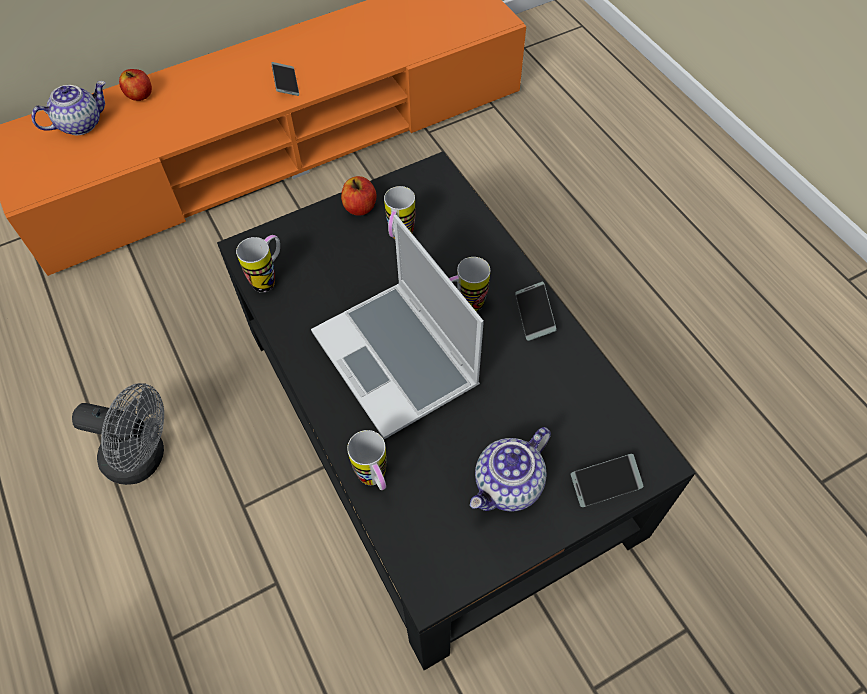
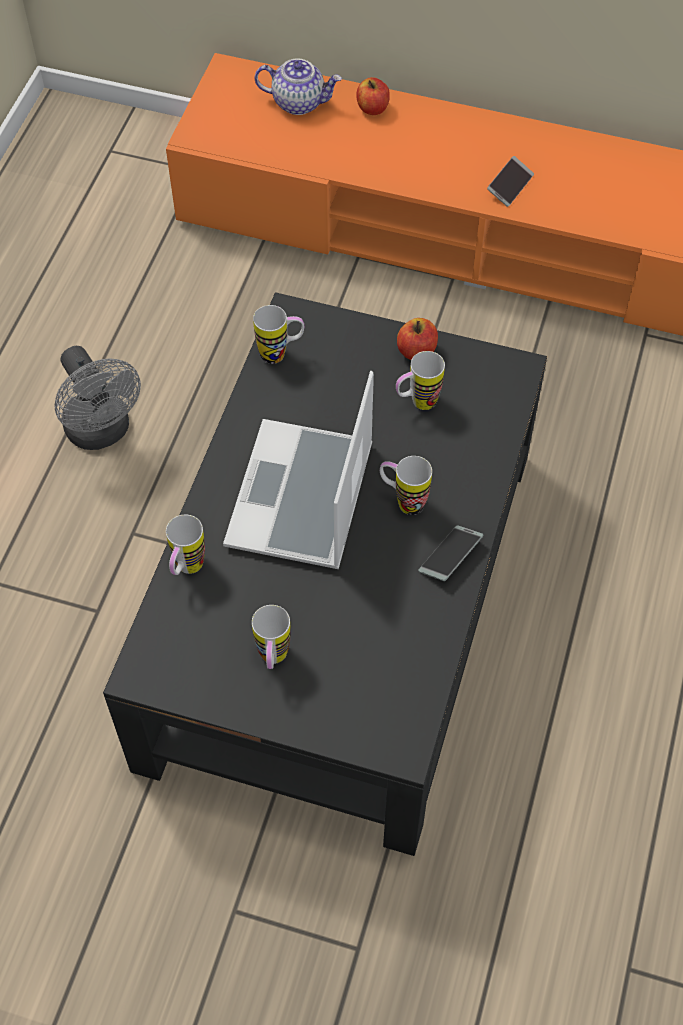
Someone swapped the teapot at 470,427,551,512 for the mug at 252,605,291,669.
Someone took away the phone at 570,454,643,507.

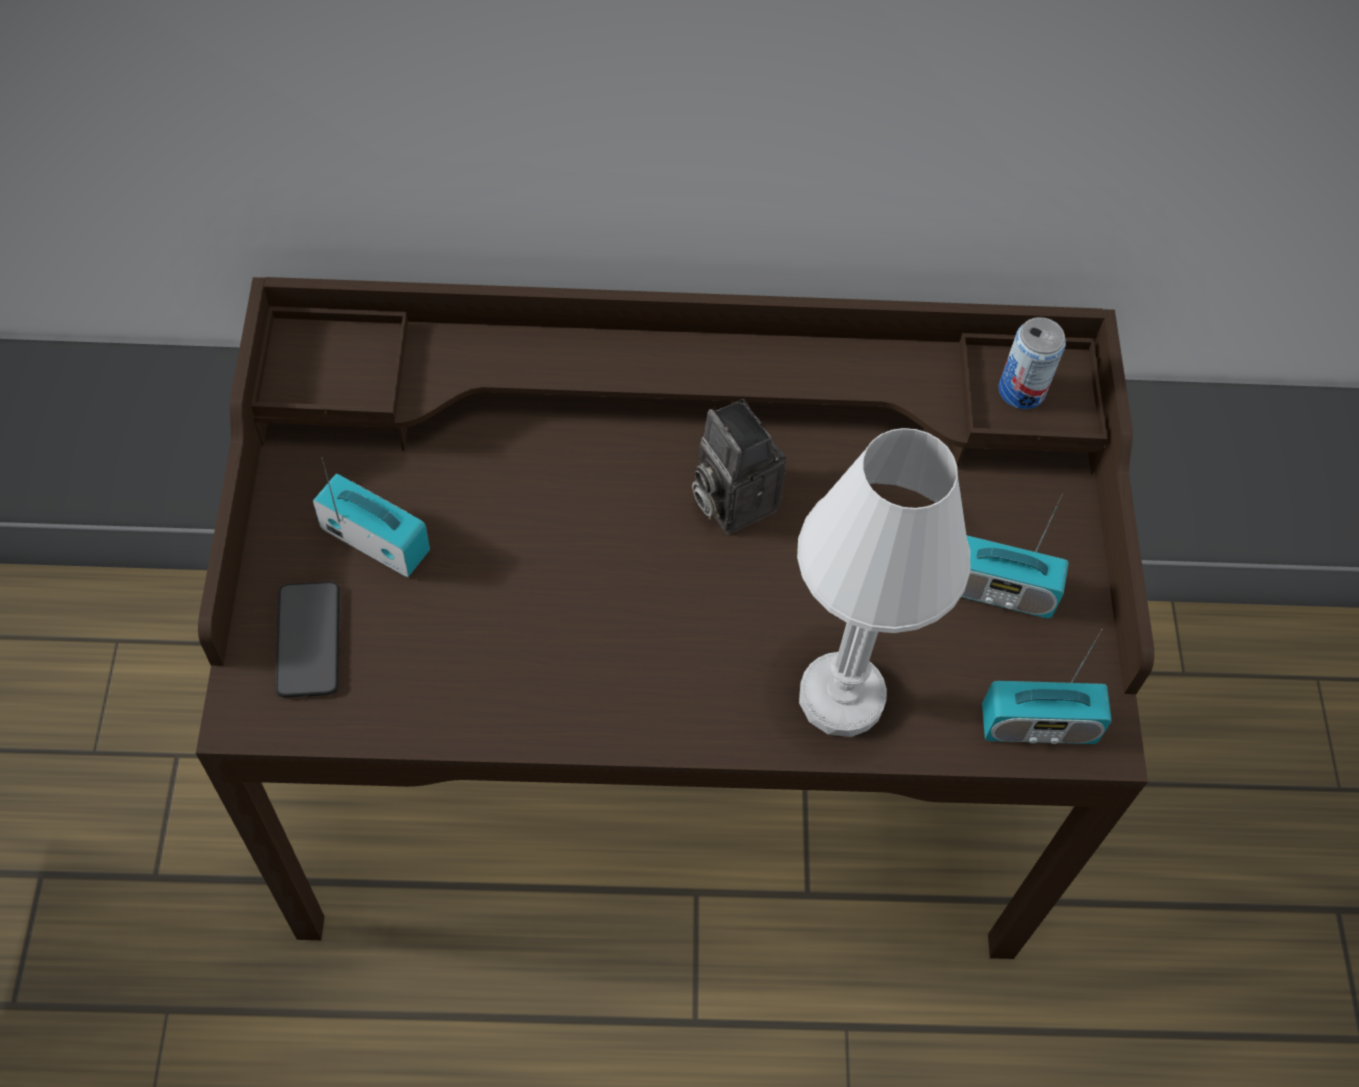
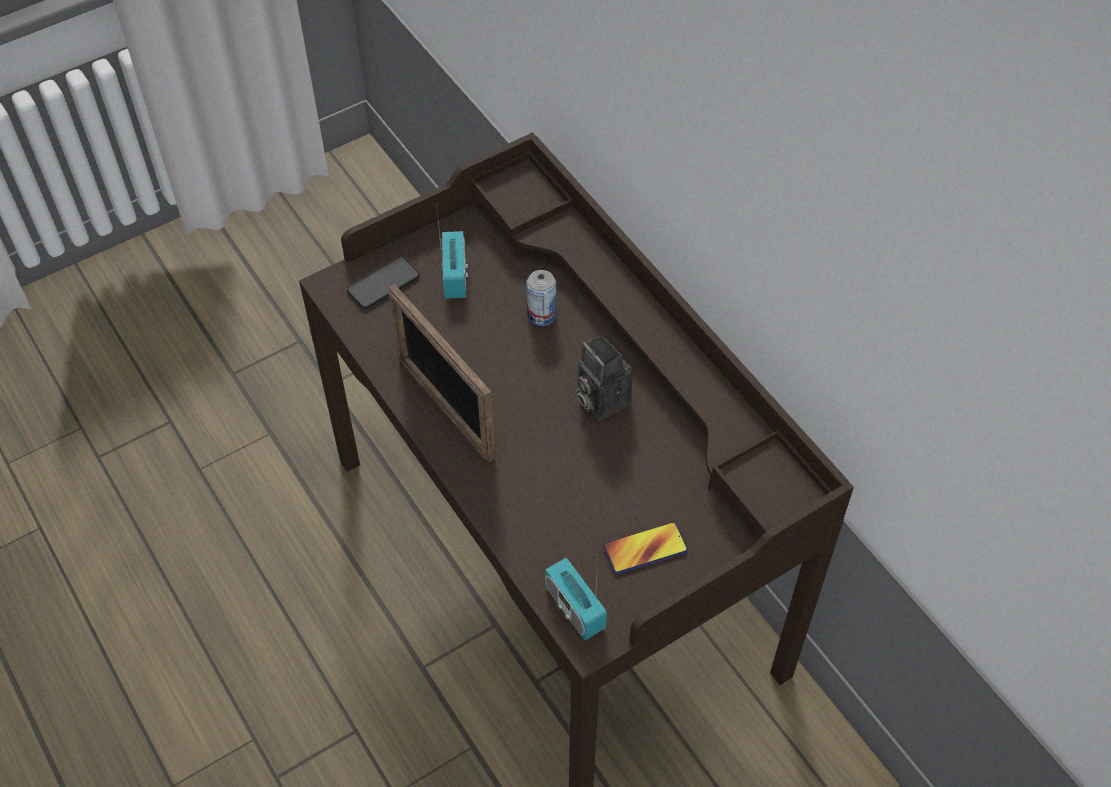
Someone carried the can from 998,317,1066,409 to 526,270,556,326.
Someone rotated the photo camera at 692,399,786,534 by 60 degrees counterclockwise.
Someone took away the white table lamp at 797,428,970,737.
Someone swapped the radio at 961,493,1069,618 for the phone at 603,522,688,574.
Someone put down the picture frame at 388,284,495,462.

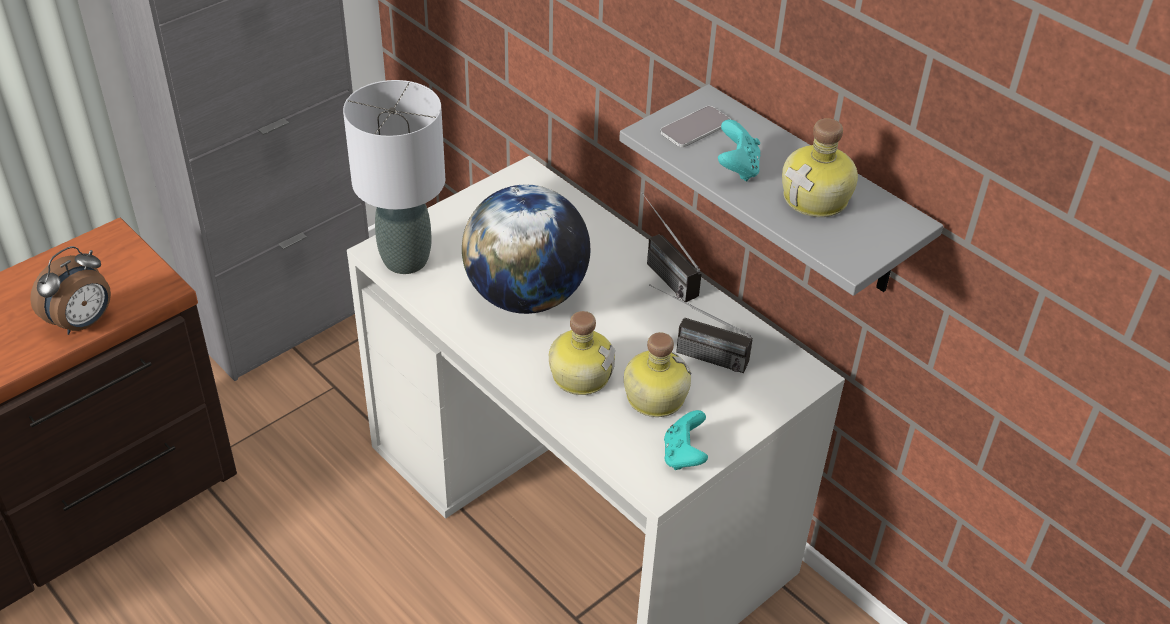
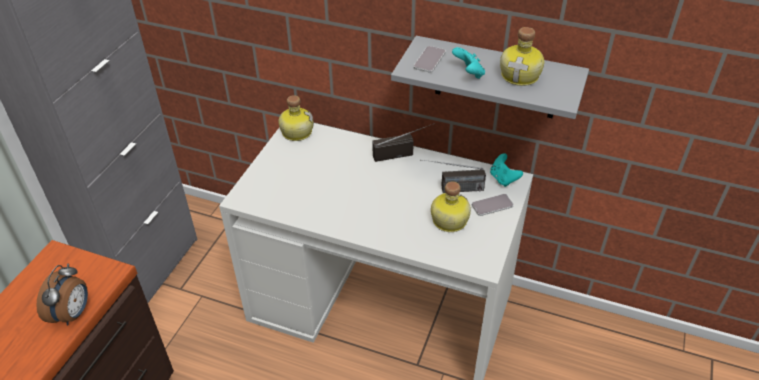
Someone took away the grey table lamp at 343,80,446,274.
Someone took away the globe at 462,184,590,314.
Someone rotated the radio at 642,192,702,302 by 135 degrees clockwise.
Someone carried the bottle from 549,311,615,395 to 278,95,314,141.
Someone carried the turquoise game controller from 664,410,708,470 to 490,153,523,187.
Someone put down the phone at 472,194,514,216.

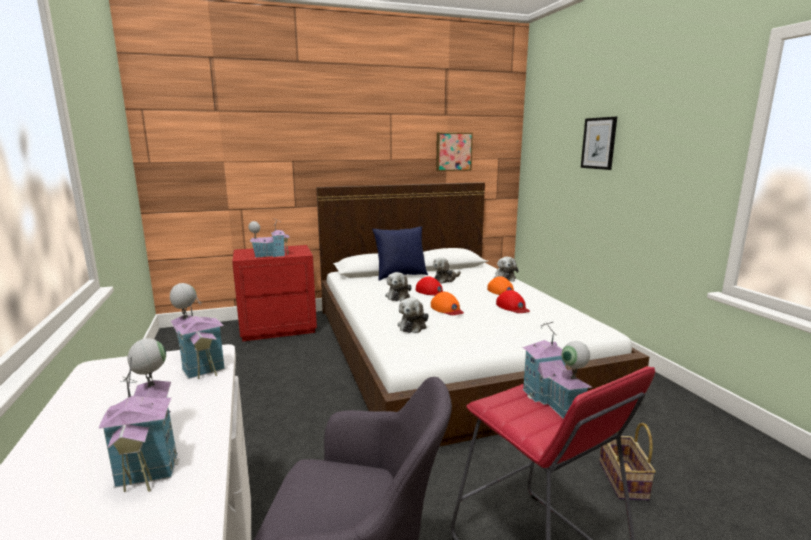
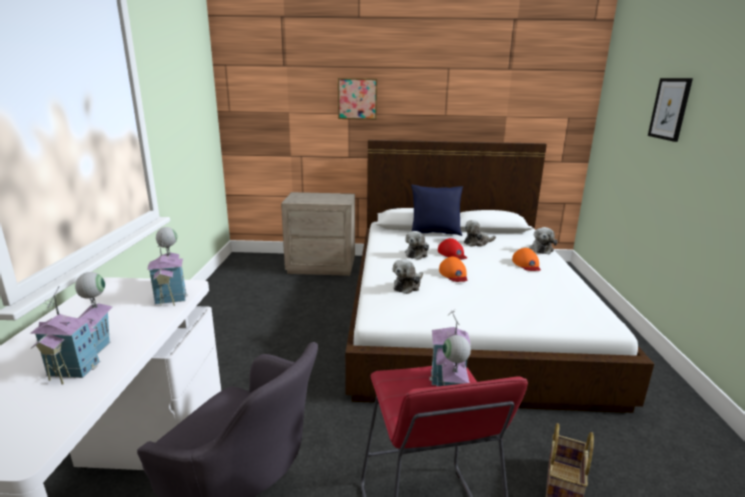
Someone carried the picture from 436,133,473,171 to 338,78,377,120.
Someone took away the toy house at 248,218,290,258.
Someone repainted the red nightstand at 232,245,317,341, which became the beige nightstand at 281,192,355,276.
Someone took away the red cap at 496,290,530,313.

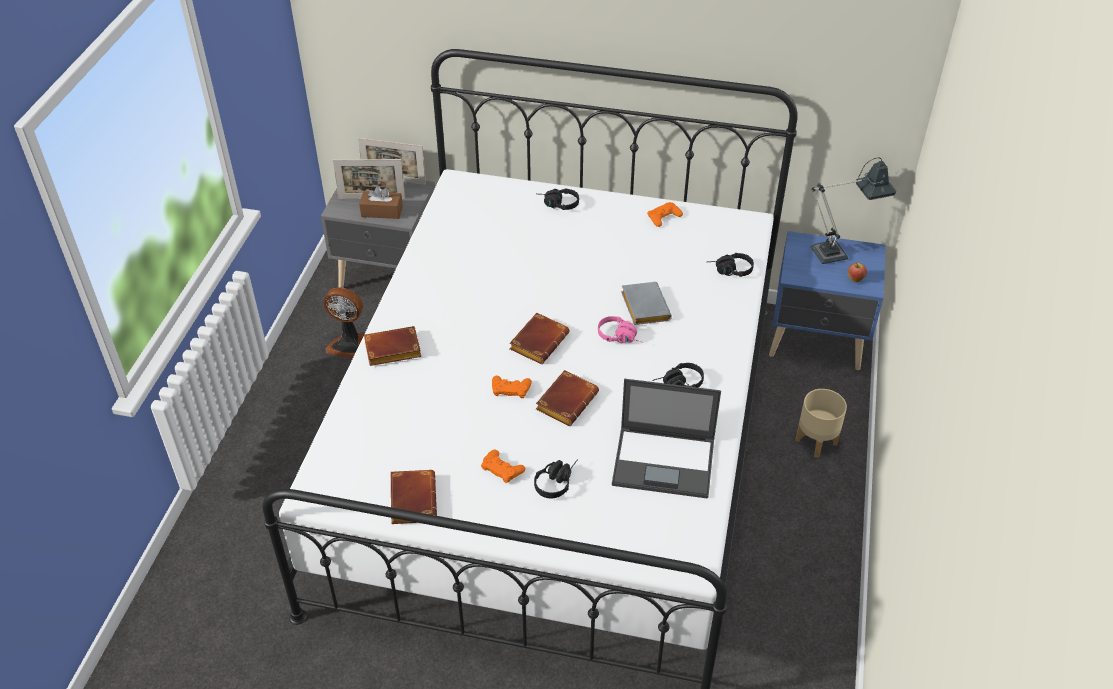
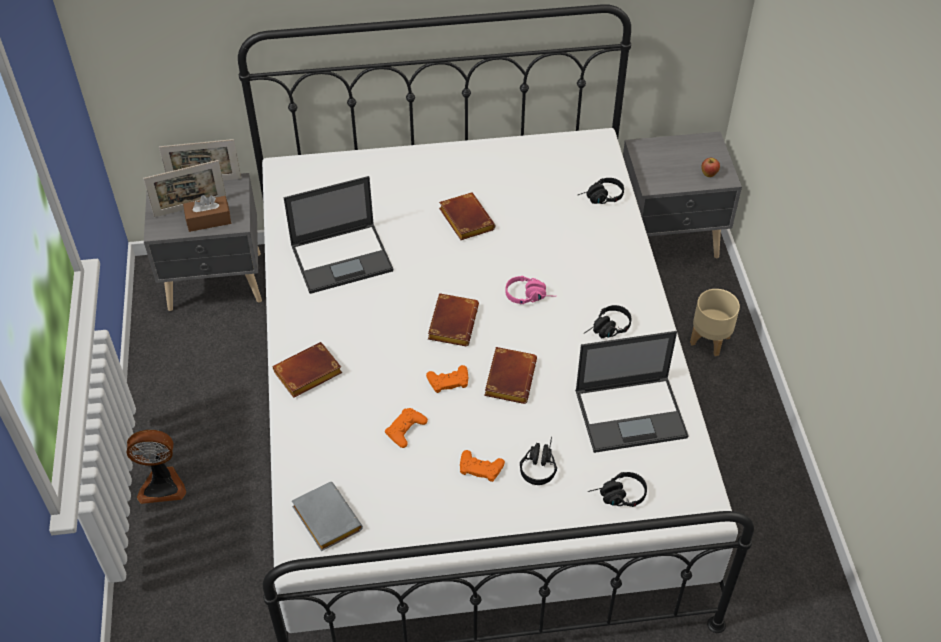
Someone took away the table lamp at 811,158,897,264.
Someone carried the black headphones from 541,188,579,210 to 588,472,647,507.
Someone carried the orange game controller from 647,202,683,227 to 385,408,428,448.
Someone repainted the blue nightstand at 769,231,886,370, which became the grey nightstand at 623,132,742,258.
Someone carried the grey book from 621,282,672,325 to 292,482,363,551.
Someone carried the fan from 323,287,363,358 to 126,430,186,504.
Someone carried the brown book from 391,470,437,524 to 439,193,496,240.
Someone put down the laptop at 284,176,393,294.

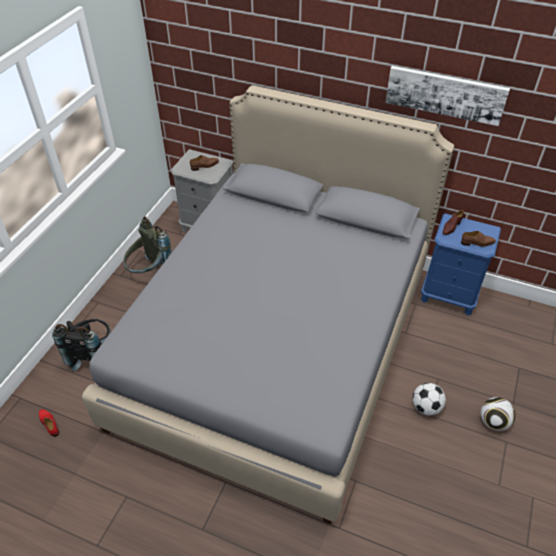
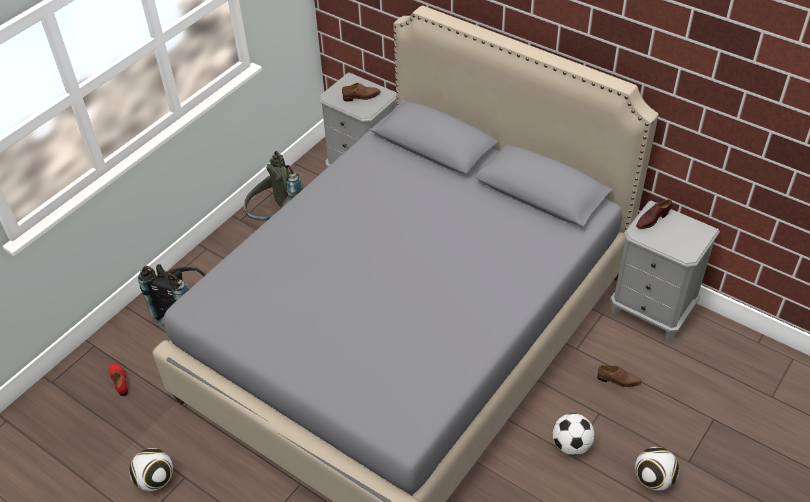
Someone took away the picture at 386,66,510,126.
Someone repainted the blue nightstand at 421,214,501,316, which became the grey nightstand at 610,201,720,341.
Someone carried the brown shoe from 461,231,496,247 to 597,365,642,387.
Someone put down the football at 129,448,173,491.

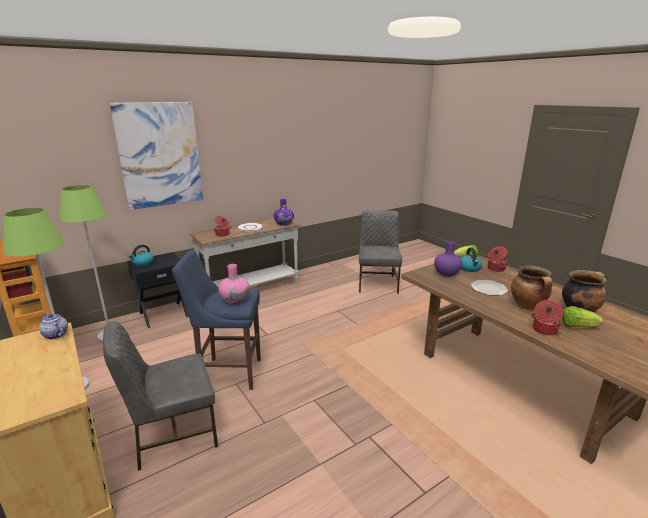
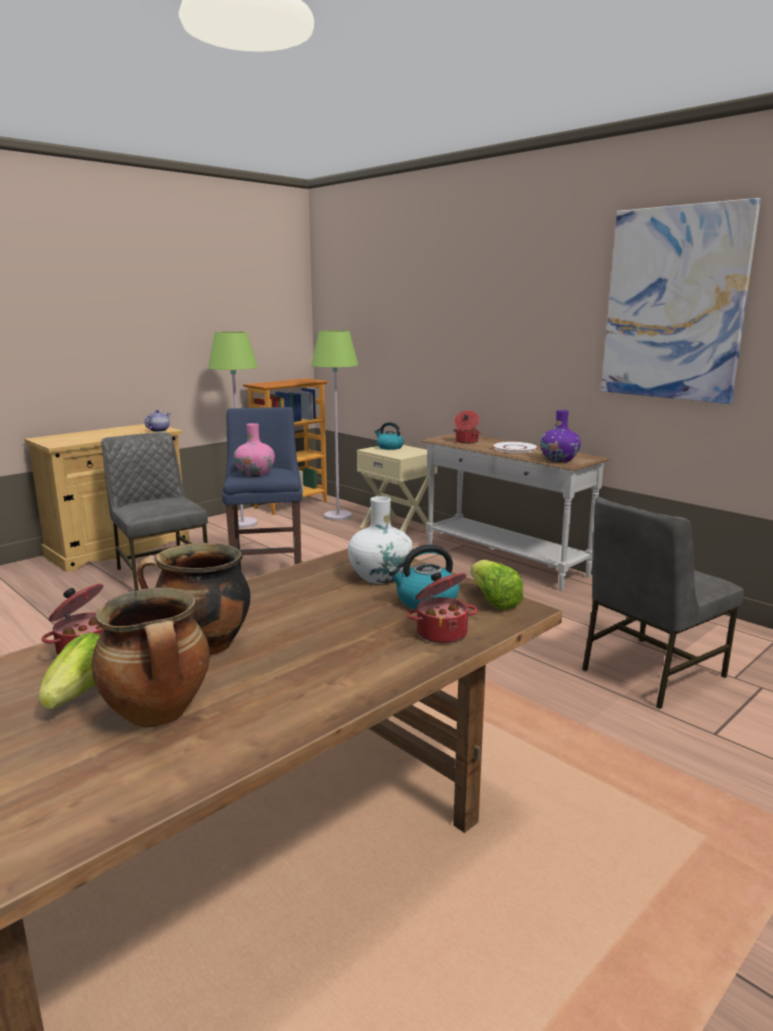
Someone carried the picture from 110,102,203,210 to 601,198,761,404.
Someone rotated the grey chair at 359,210,402,294 by 150 degrees clockwise.
Someone repainted the purple vase at 434,241,462,277, which became the white vase at 348,496,414,584.
Someone repainted the black nightstand at 127,252,189,328, which became the beige nightstand at 357,445,437,533.
Someone took away the plate at 471,280,509,295.

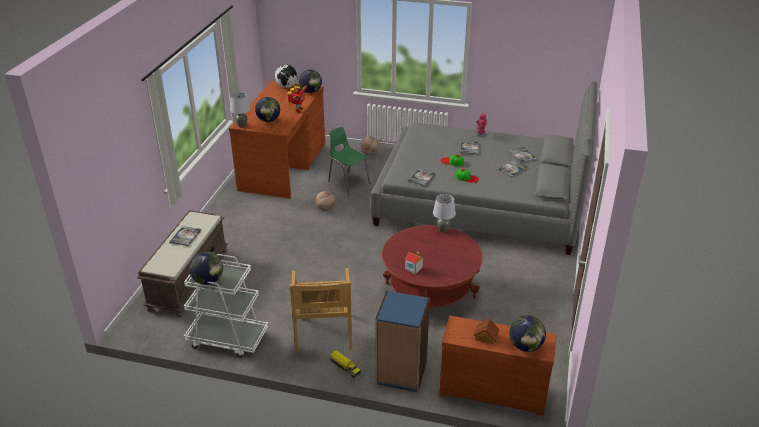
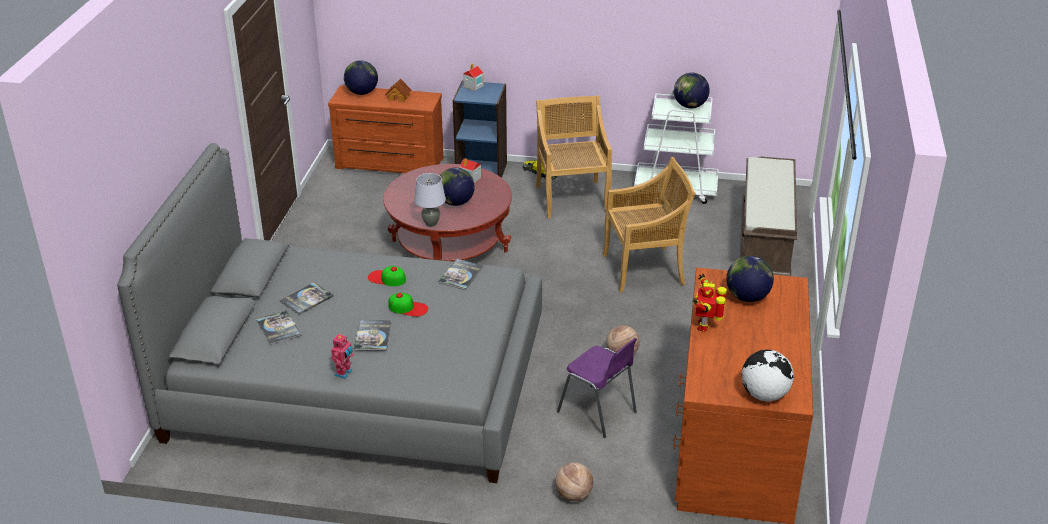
Someone carried the globe from 299,70,322,93 to 440,168,475,206.
Someone took away the grey table lamp at 230,92,250,127.
Someone repainted the green chair at 328,127,370,195, which became the purple chair at 557,338,637,438.
Someone took away the book at 169,226,201,246.
Someone put down the toy house at 463,63,484,91.
Someone put down the beige chair at 603,157,696,293.

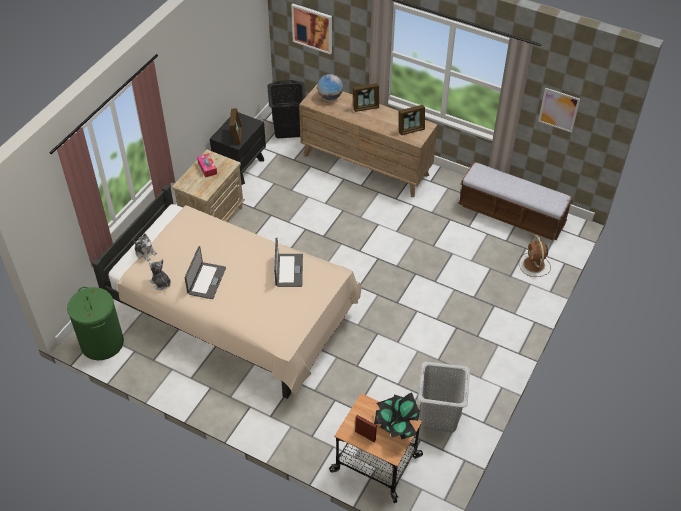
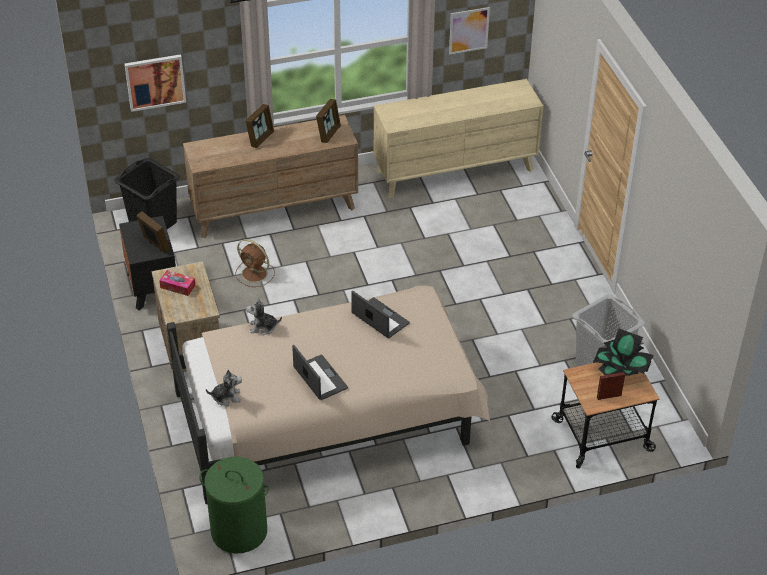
Someone took away the globe at 317,74,343,100.
Someone swapped the bench at 458,162,573,240 for the beige dresser at 374,79,543,198.
Someone carried the brown fan from 519,235,551,277 to 235,239,275,287.
Someone carried the plush toy from 149,259,171,290 to 246,297,282,335.

